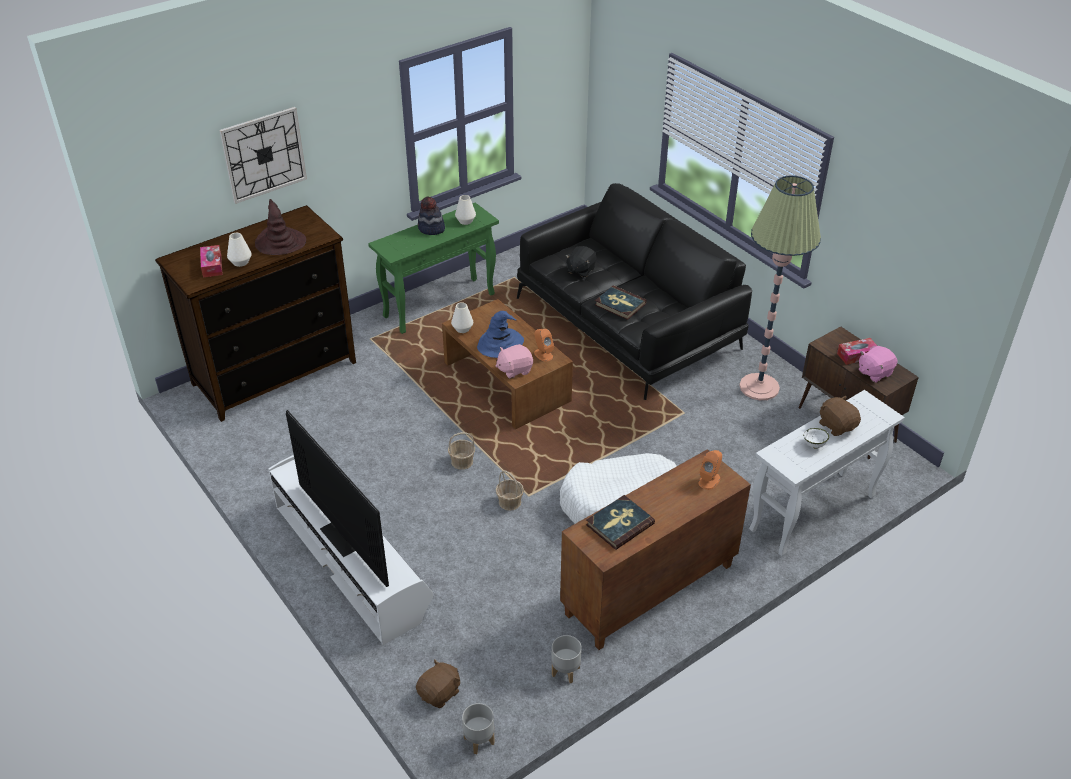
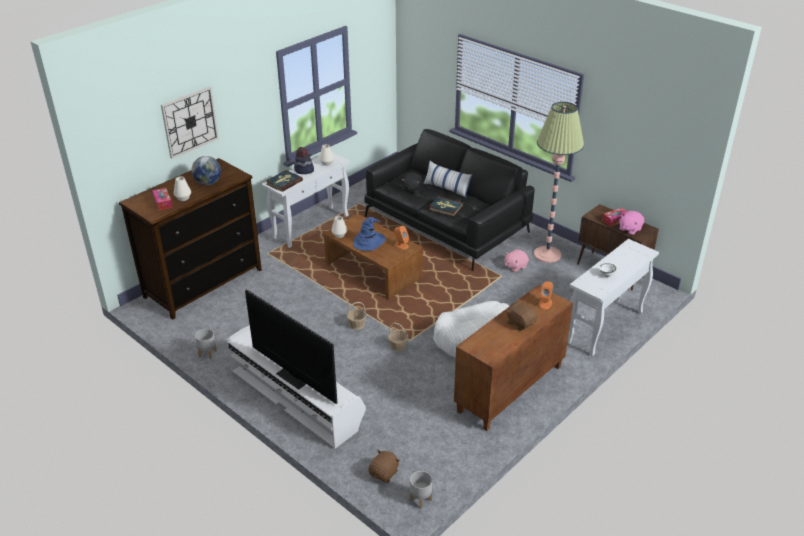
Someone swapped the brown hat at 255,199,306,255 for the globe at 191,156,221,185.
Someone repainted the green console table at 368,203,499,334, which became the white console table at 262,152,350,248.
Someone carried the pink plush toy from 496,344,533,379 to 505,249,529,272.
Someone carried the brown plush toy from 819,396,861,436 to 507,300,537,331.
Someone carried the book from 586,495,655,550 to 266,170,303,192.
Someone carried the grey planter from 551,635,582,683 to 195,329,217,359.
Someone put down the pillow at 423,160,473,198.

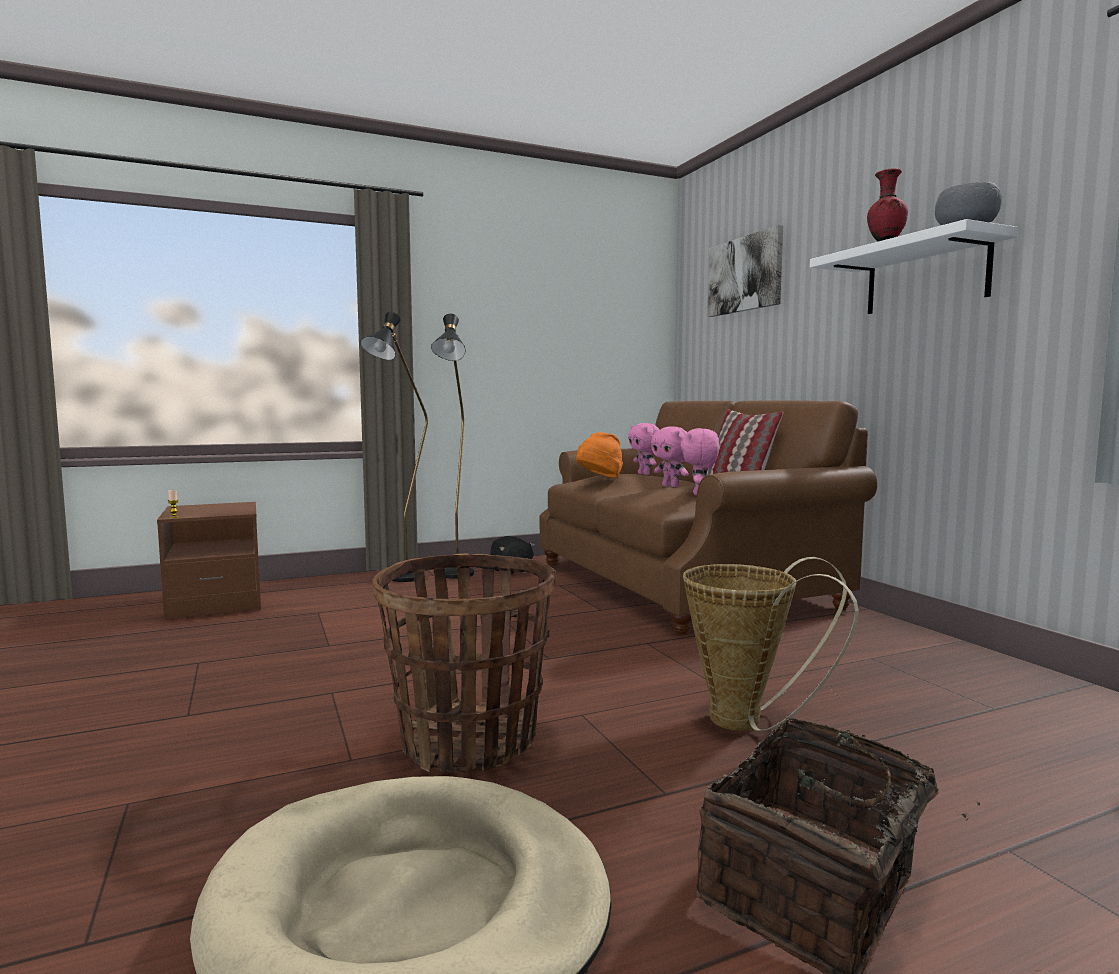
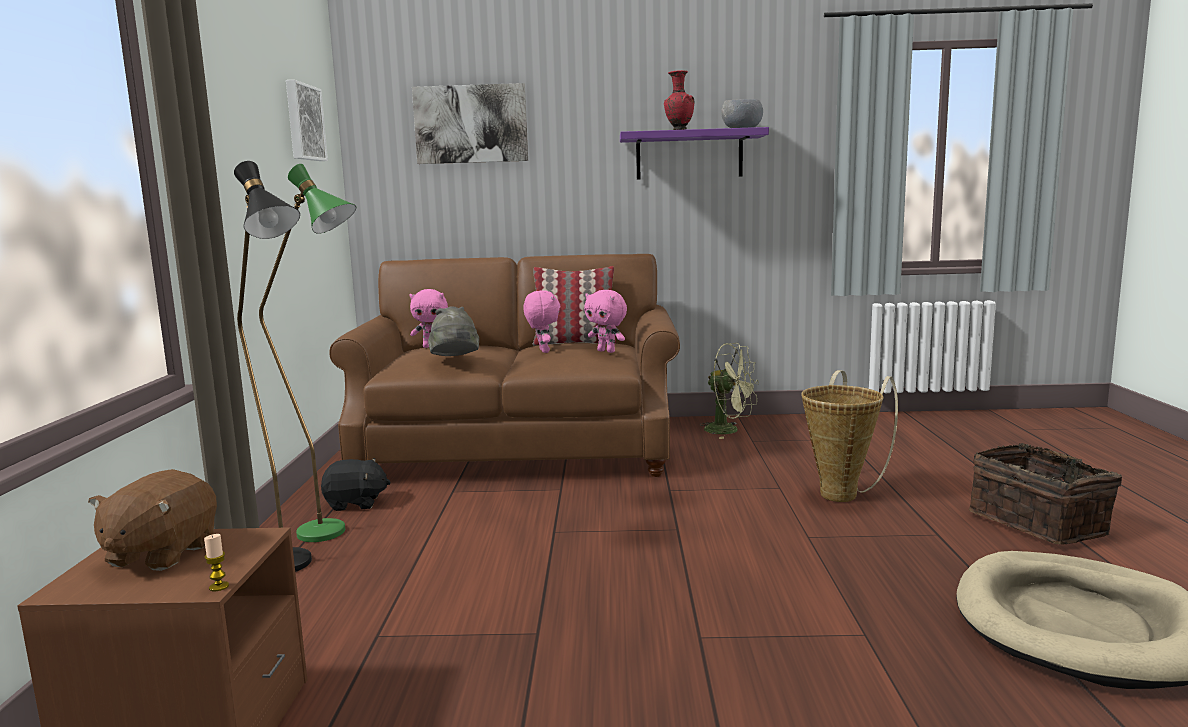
Someone repainted the white shelf at 810,219,1018,314, which became the purple shelf at 620,127,769,180.
Someone repainted the black floor lamp at 431,314,474,579, which became the green floor lamp at 259,164,356,542.
Someone rotated the pink plush toy at 651,426,689,487 by 90 degrees counterclockwise.
Someone repainted the orange hat at 576,432,623,478, which became the grey hat at 428,306,479,356.
Someone took away the basket at 372,553,556,772.
Someone put up the picture at 286,80,328,161.
Someone put down the green fan at 701,343,759,439.
Someone put down the brown plush toy at 88,469,217,571.

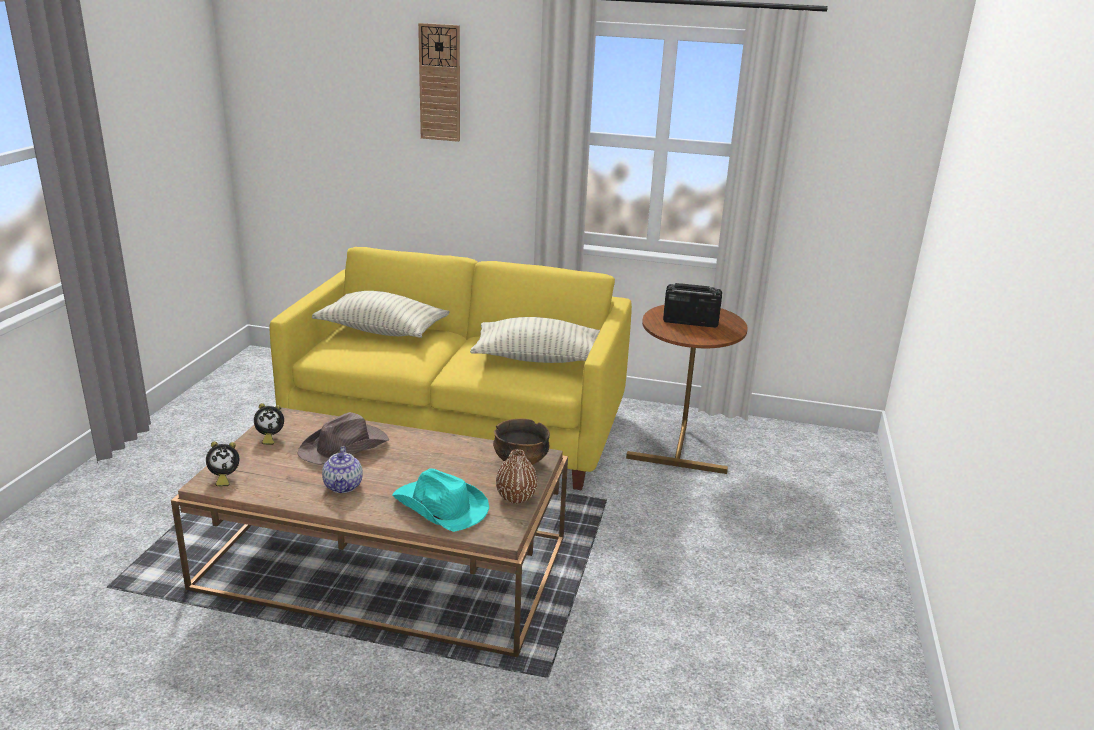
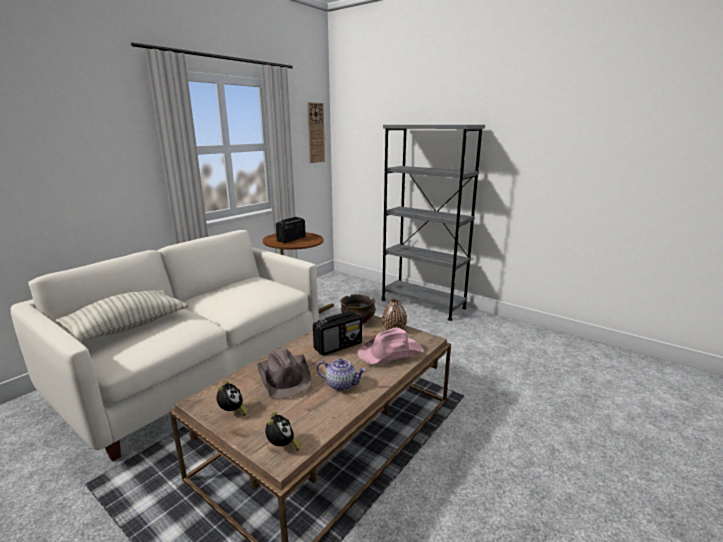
Someone carried the wall clock from 418,23,460,142 to 307,102,325,163.
Someone repainted the yellow sofa at 269,247,632,490, which became the white sofa at 10,230,319,461.
Someone took away the pillow at 470,317,600,363.
Someone repainted the turquoise hat at 392,468,489,532, which became the pink hat at 358,327,424,364.
Someone put down the grey bookcase at 381,125,485,321.
Someone put down the radio at 313,311,362,356.

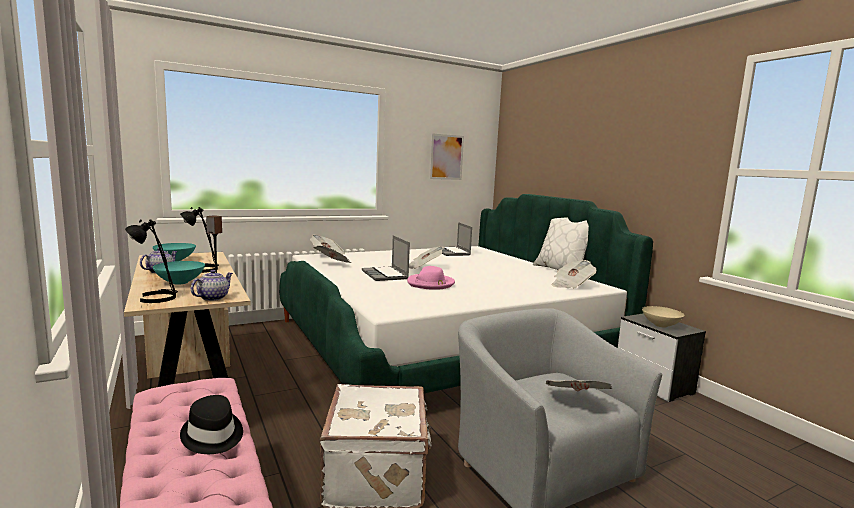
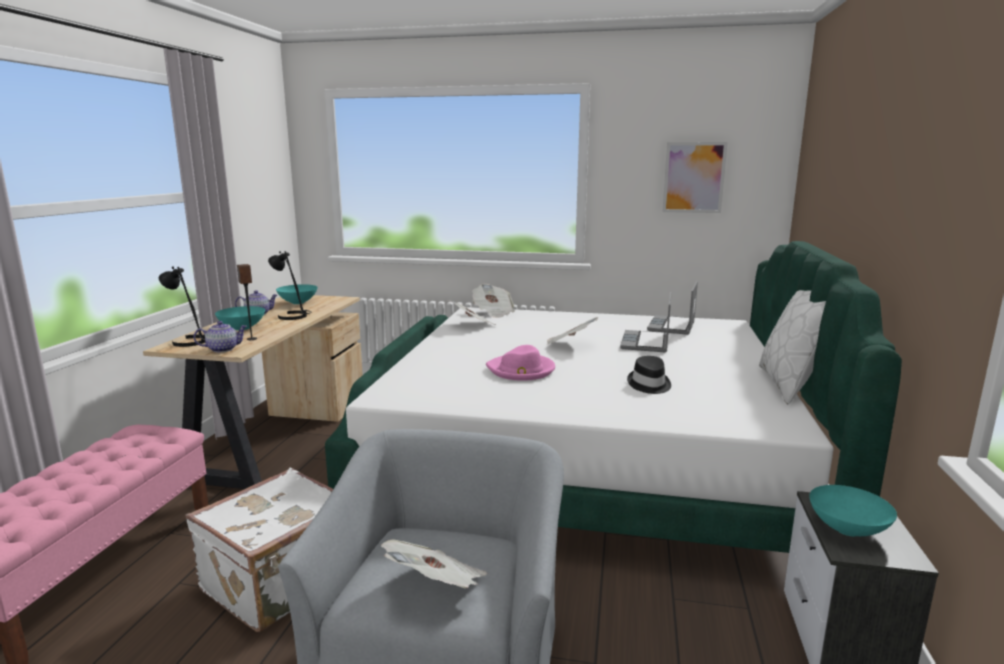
Someone carried the laptop from 362,235,410,281 to 620,292,671,352.
Someone took away the newspaper at 552,260,597,288.
Someone repainted the beige bowl at 642,306,684,328, which became the turquoise bowl at 809,485,897,536.
Someone carried the black hat from 180,395,243,454 to 627,356,671,394.

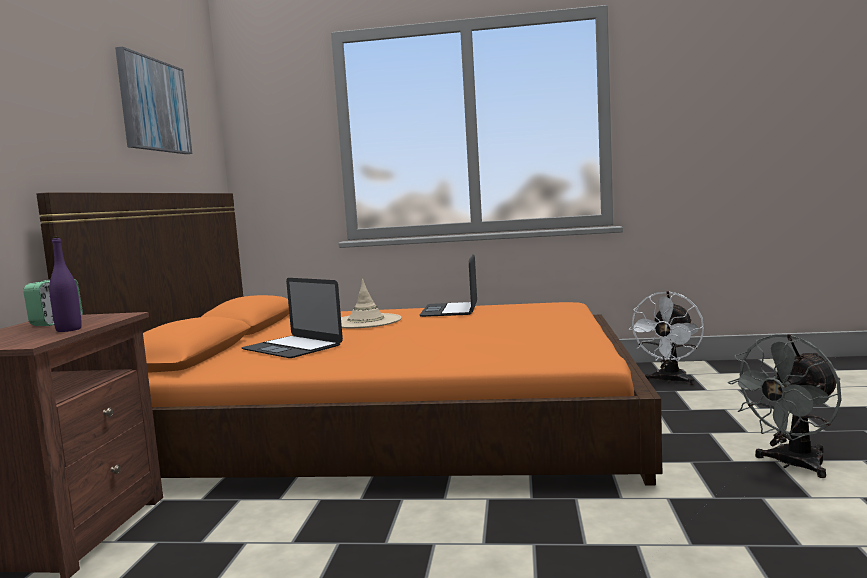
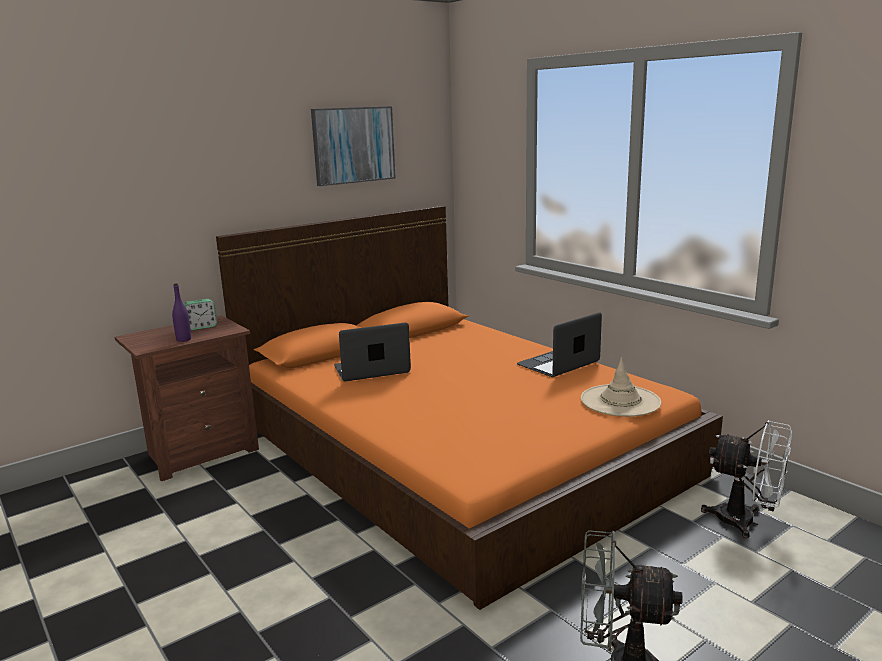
Someone rotated the laptop at 242,278,343,358 by 75 degrees clockwise.
Someone carried the beige hat from 341,279,402,328 to 581,357,661,417.
Someone rotated the white fan at 629,291,704,385 by 135 degrees counterclockwise.

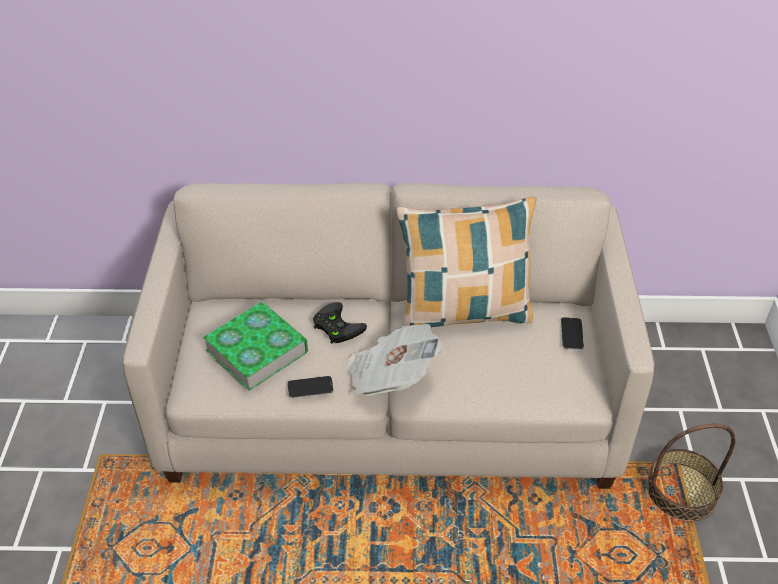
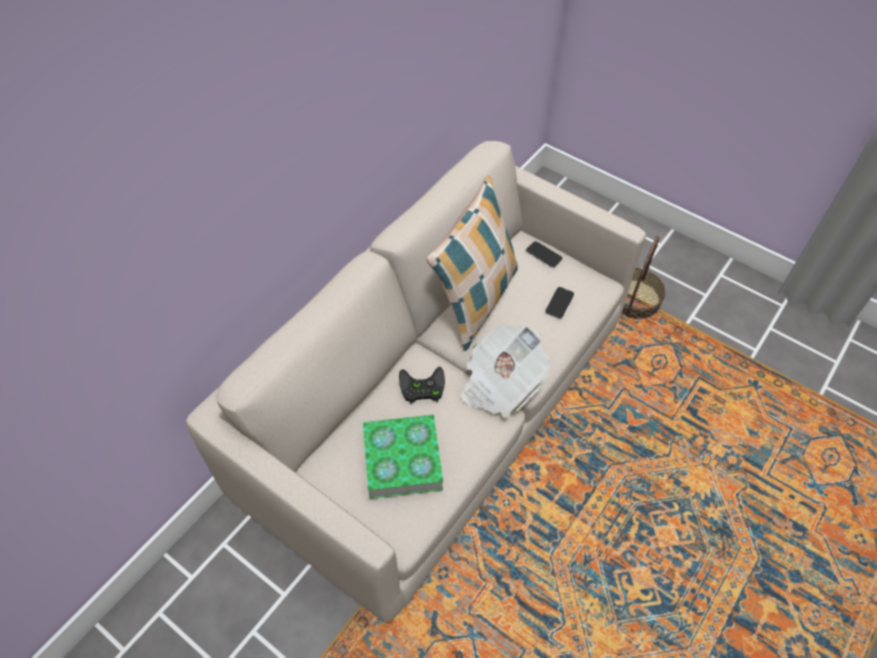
Someone carried the phone from 288,376,334,398 to 545,287,574,319.

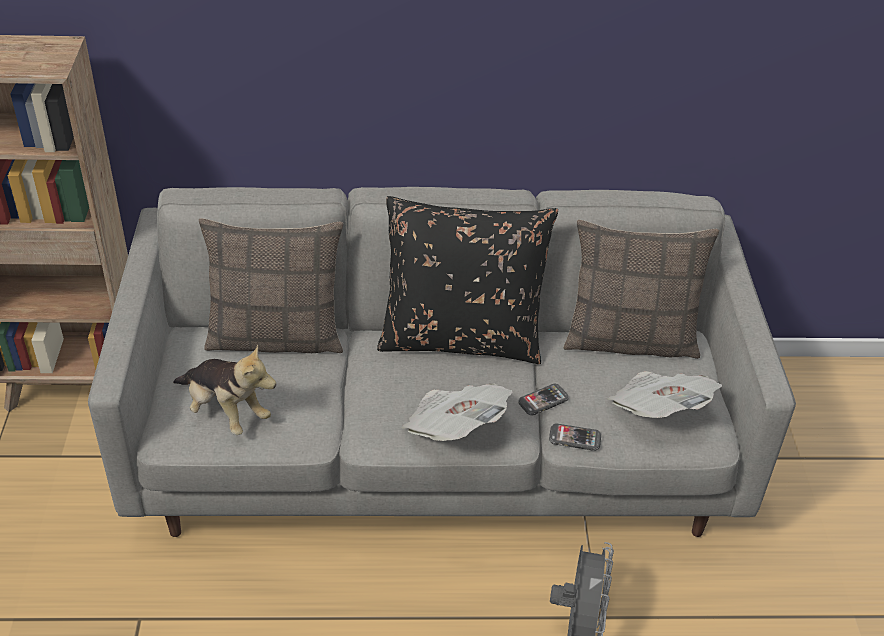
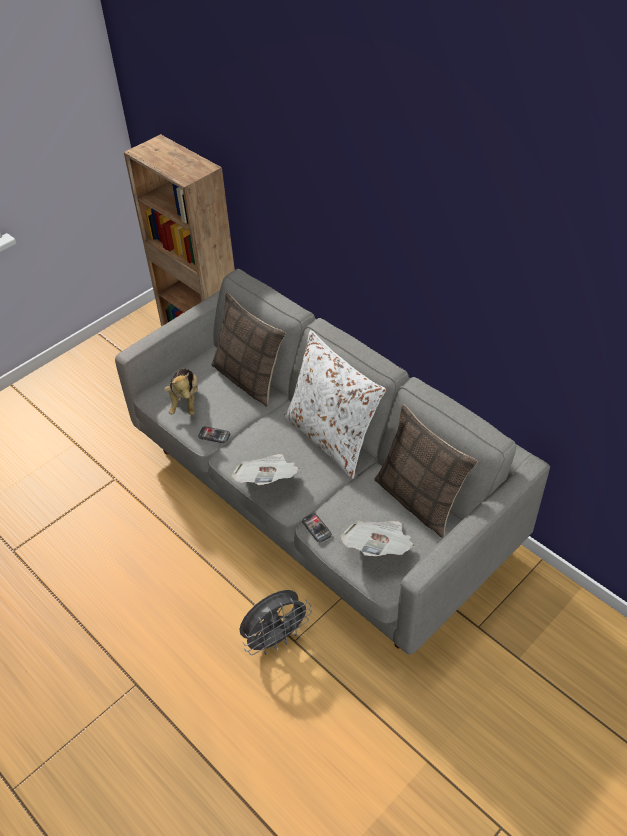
Someone repainted the black pillow at 377,196,558,364, which became the white pillow at 284,330,386,479.
Someone carried the phone from 518,383,569,416 to 198,426,230,443.

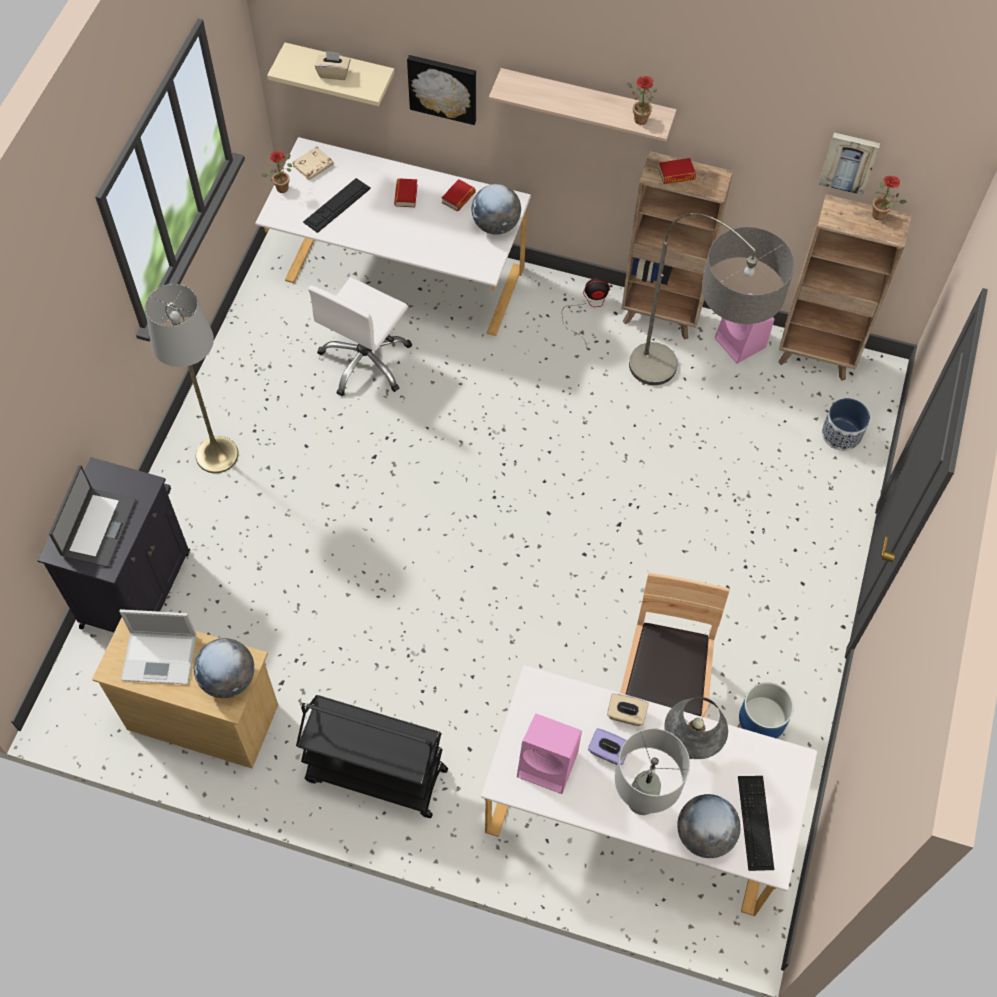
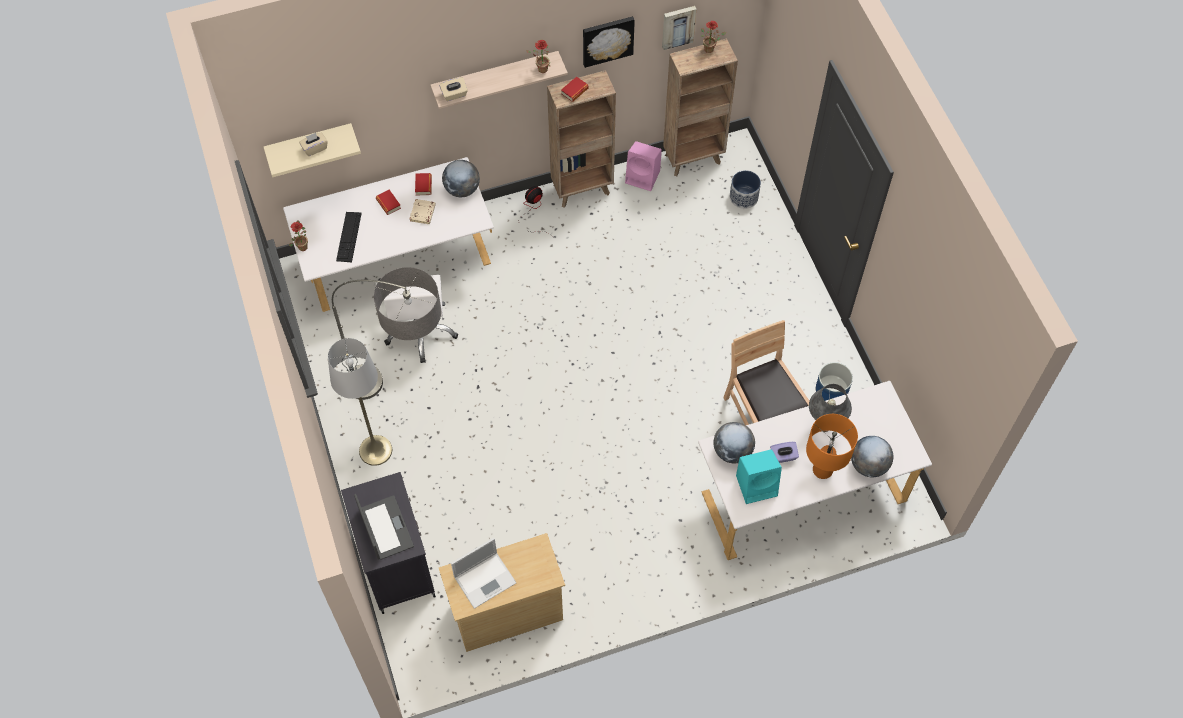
Someone carried the picture from 407,55,476,125 to 583,16,635,68.
Someone carried the beige book from 292,146,334,180 to 409,199,436,224.
Someone carried the floor lamp from 629,213,794,385 to 332,267,441,400.
Someone carried the globe from 194,638,254,698 to 713,422,755,463.
Someone carried the beige tissue box from 607,693,649,726 to 439,77,468,101.
Someone took away the black cart at 296,695,448,818.
Someone repainted the pink speaker at 517,714,582,794, which became the turquoise speaker at 736,449,782,504.
Someone repainted the grey table lamp at 615,728,690,815, which became the orange table lamp at 806,414,858,479.
Someone took away the keyboard at 738,776,774,871.

